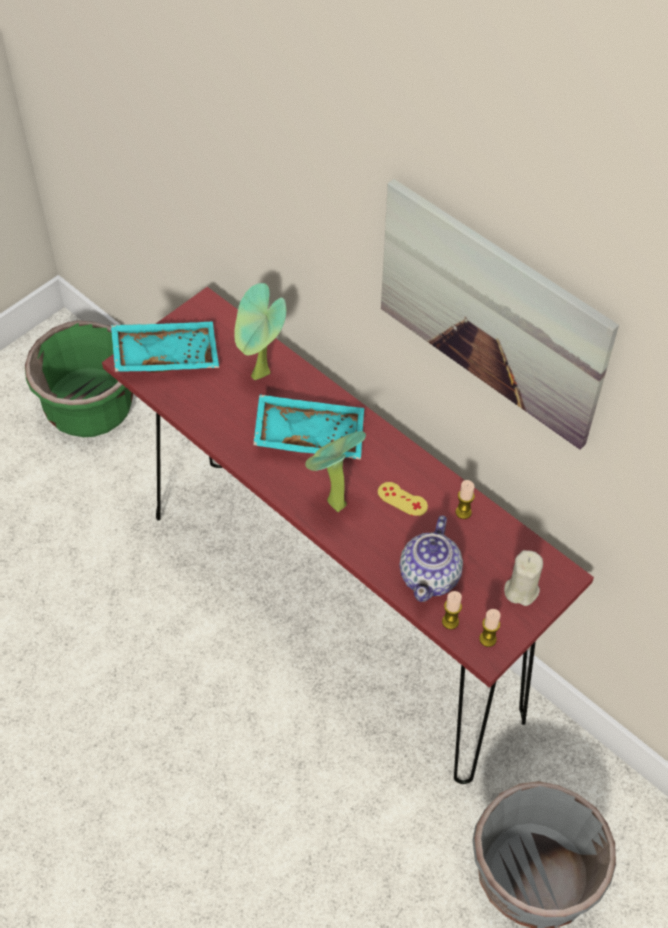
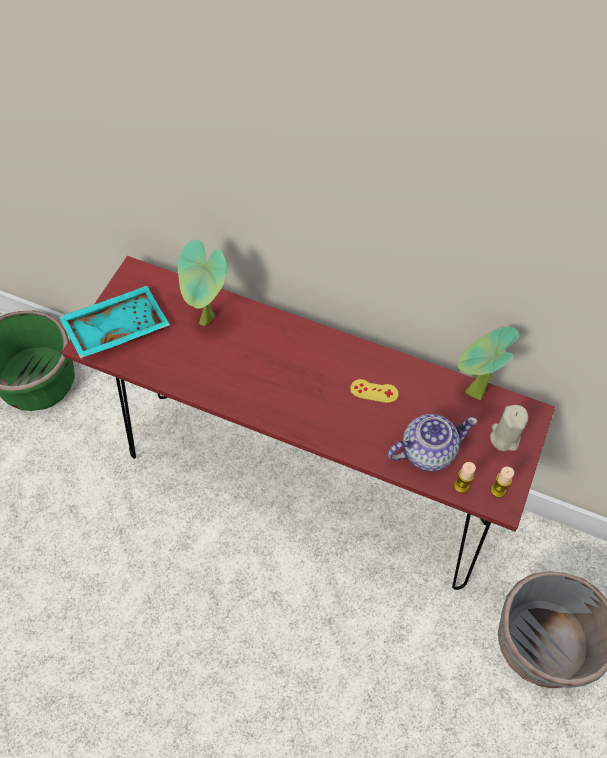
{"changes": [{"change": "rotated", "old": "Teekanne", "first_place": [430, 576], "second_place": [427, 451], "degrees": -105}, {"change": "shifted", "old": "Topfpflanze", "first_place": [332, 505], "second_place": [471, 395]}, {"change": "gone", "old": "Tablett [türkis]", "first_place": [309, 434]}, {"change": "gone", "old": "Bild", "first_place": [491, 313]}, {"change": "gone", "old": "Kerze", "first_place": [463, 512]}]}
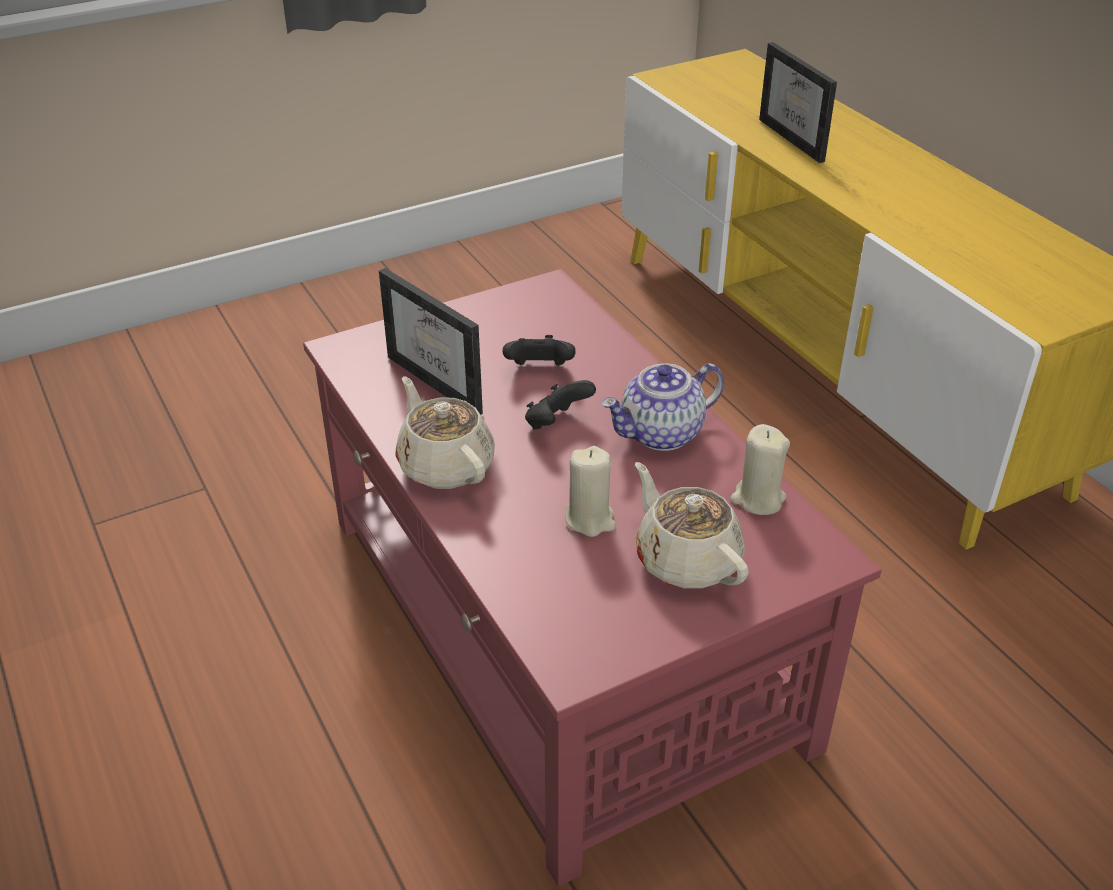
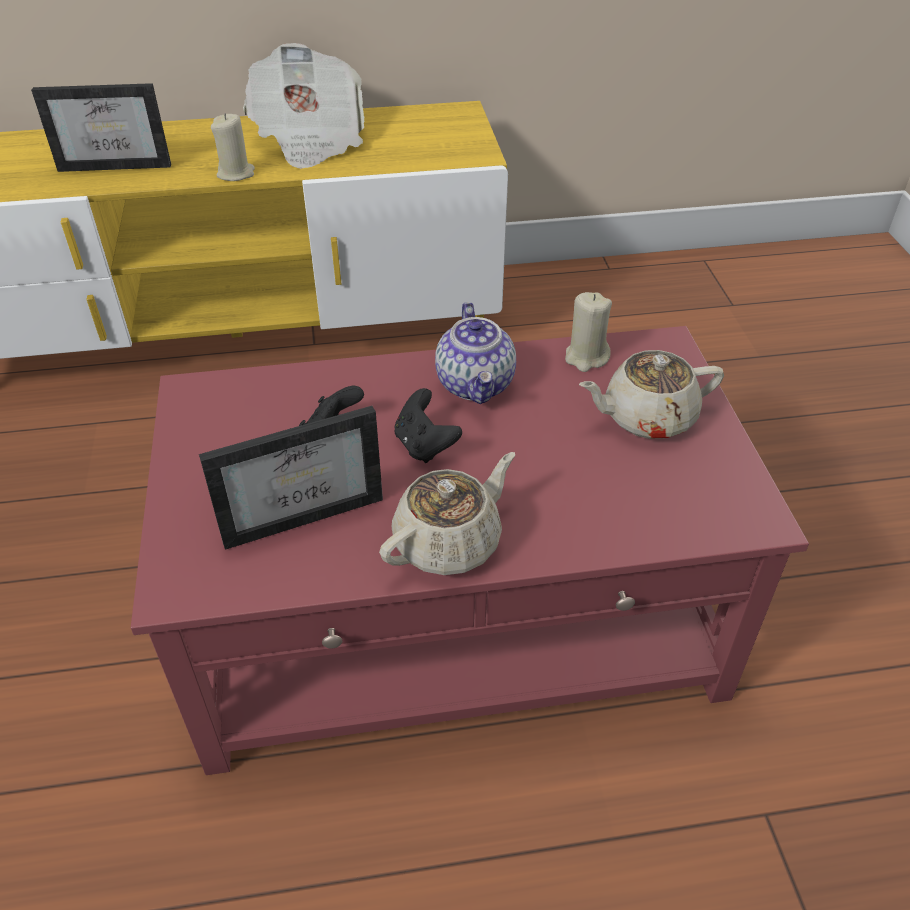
{"changes": [{"change": "shifted", "old": "Kerze [beige]", "first_place": [590, 519], "second_place": [236, 173]}, {"change": "new", "new": "Zeitung", "second_place": [309, 139]}, {"change": "rotated", "old": "Teekanne [beige]", "first_place": [445, 465], "second_place": [449, 542], "degrees": 150}]}
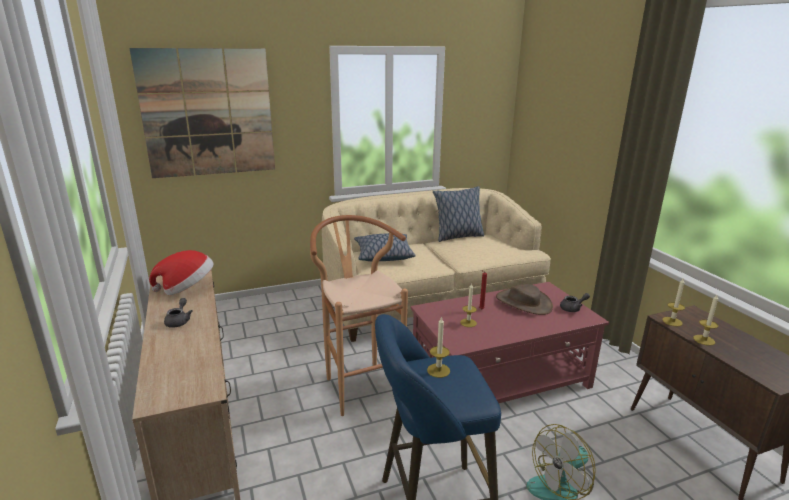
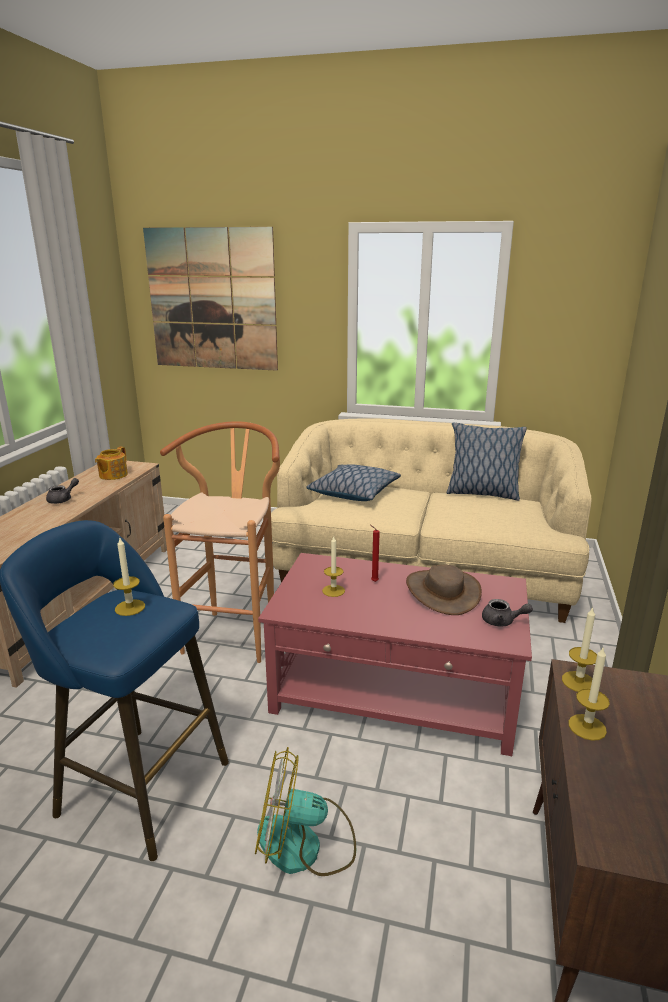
{"changes": [{"change": "swapped", "old": "Hut", "new": "Teekanne", "first_place": [187, 289], "second_place": [112, 475]}]}
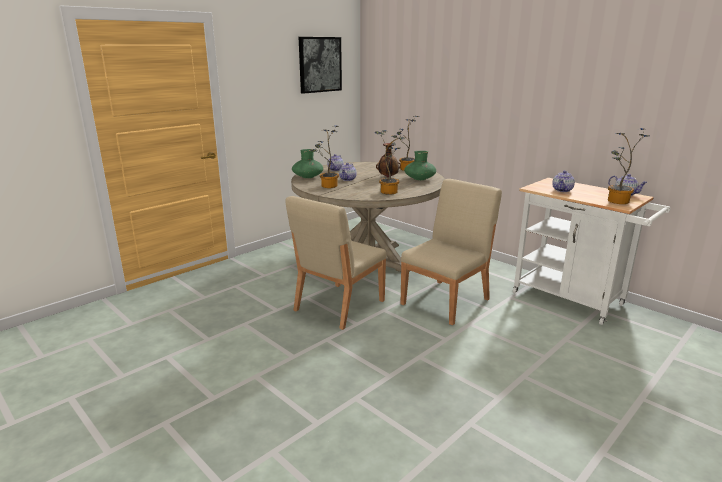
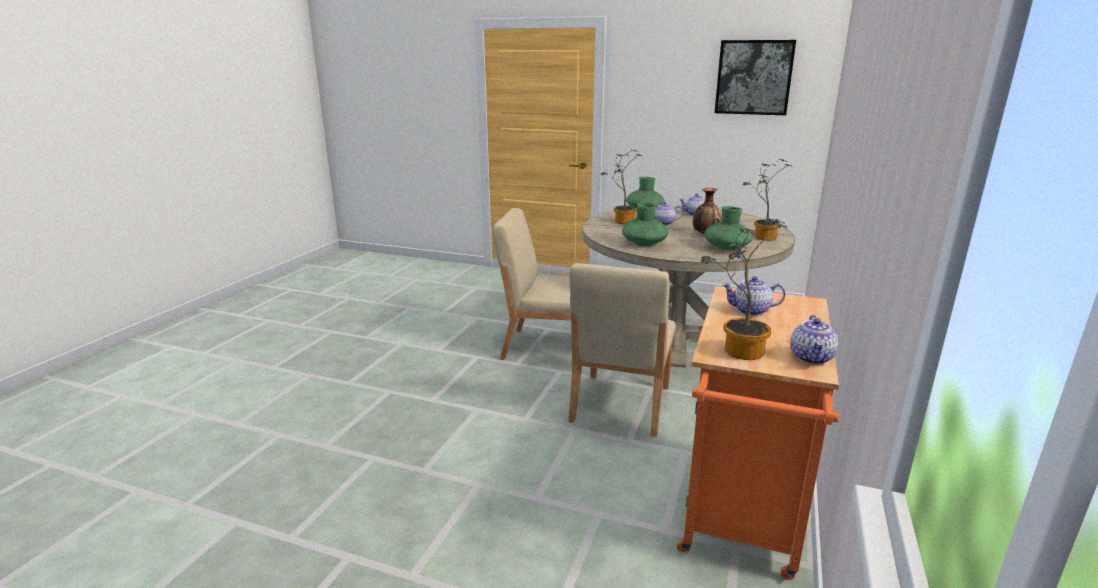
{"changes": [{"change": "rotated", "old": "Stuhl [beige]", "first_place": [446, 301], "second_place": [619, 404], "degrees": 90}, {"change": "swapped", "old": "Topfpflanze", "new": "Vase [grün]", "first_place": [389, 191], "second_place": [644, 243]}, {"change": "repainted", "old": "Rollwagen [weiß]", "new": "Rollwagen [orange]", "first_place": [574, 301], "second_place": [741, 517]}]}
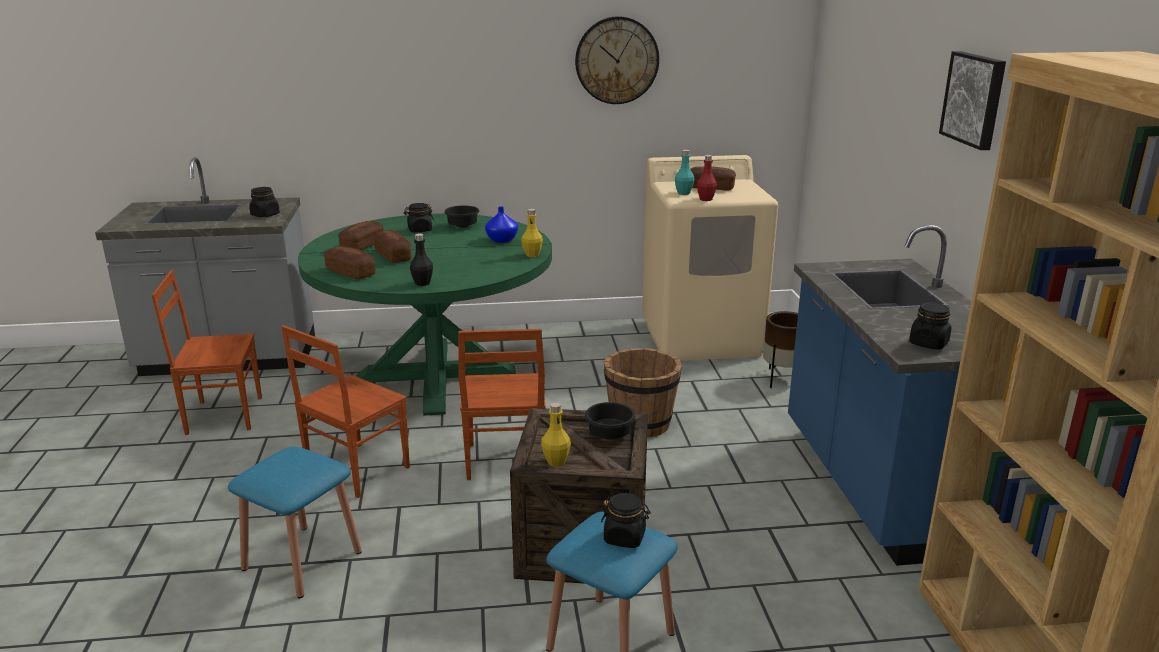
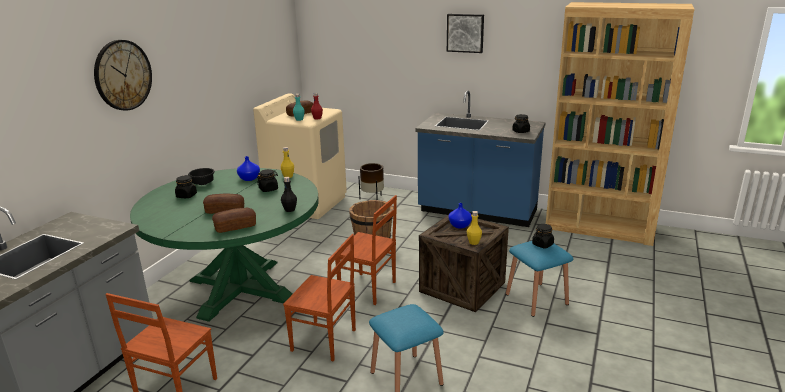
{"changes": [{"change": "shifted", "old": "Wanduhr", "first_place": [617, 60], "second_place": [123, 75]}, {"change": "shifted", "old": "Vorratsglas [schwarz]", "first_place": [265, 215], "second_place": [268, 189]}, {"change": "rotated", "old": "Stuhl [braun]", "first_place": [356, 470], "second_place": [324, 341], "degrees": -45}, {"change": "swapped", "old": "Schüssel [schwarz]", "new": "Vase [blau]", "first_place": [608, 435], "second_place": [460, 226]}, {"change": "gone", "old": "Brot", "first_place": [362, 246]}]}
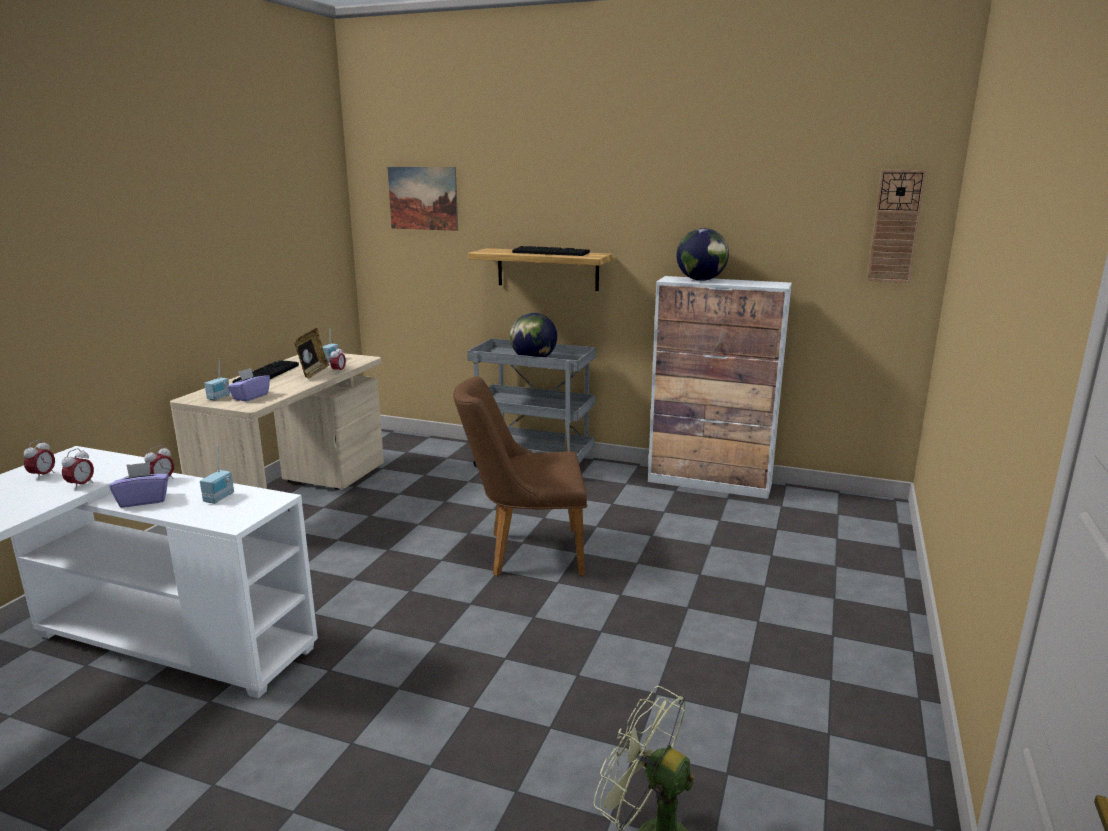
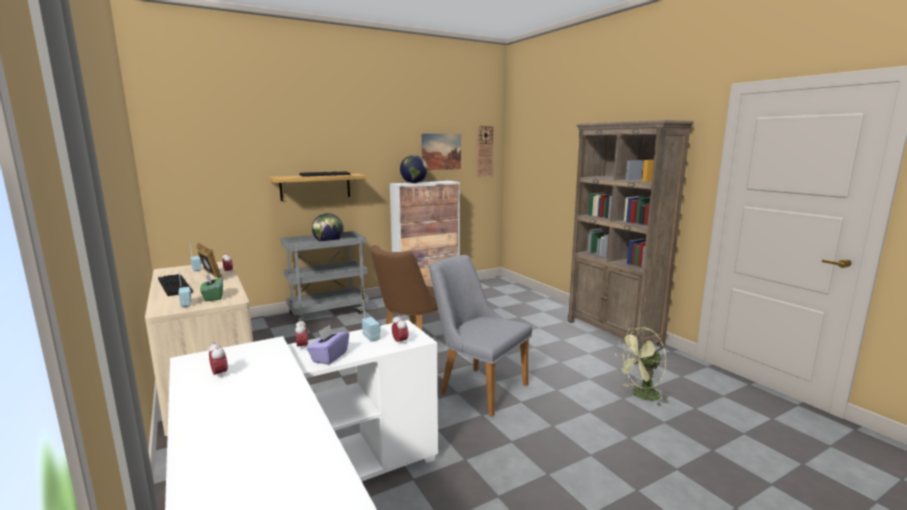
{"changes": [{"change": "repainted", "old": "Taschentuchbox [lila]", "new": "Taschentuchbox [grün]", "first_place": [250, 397], "second_place": [213, 297]}, {"change": "shifted", "old": "Wecker", "first_place": [81, 485], "second_place": [400, 342]}, {"change": "shifted", "old": "Bild", "first_place": [423, 198], "second_place": [441, 151]}, {"change": "new", "new": "Stuhl [grau]", "second_place": [476, 386]}, {"change": "new", "new": "Bücherregal [braun]", "second_place": [613, 333]}]}
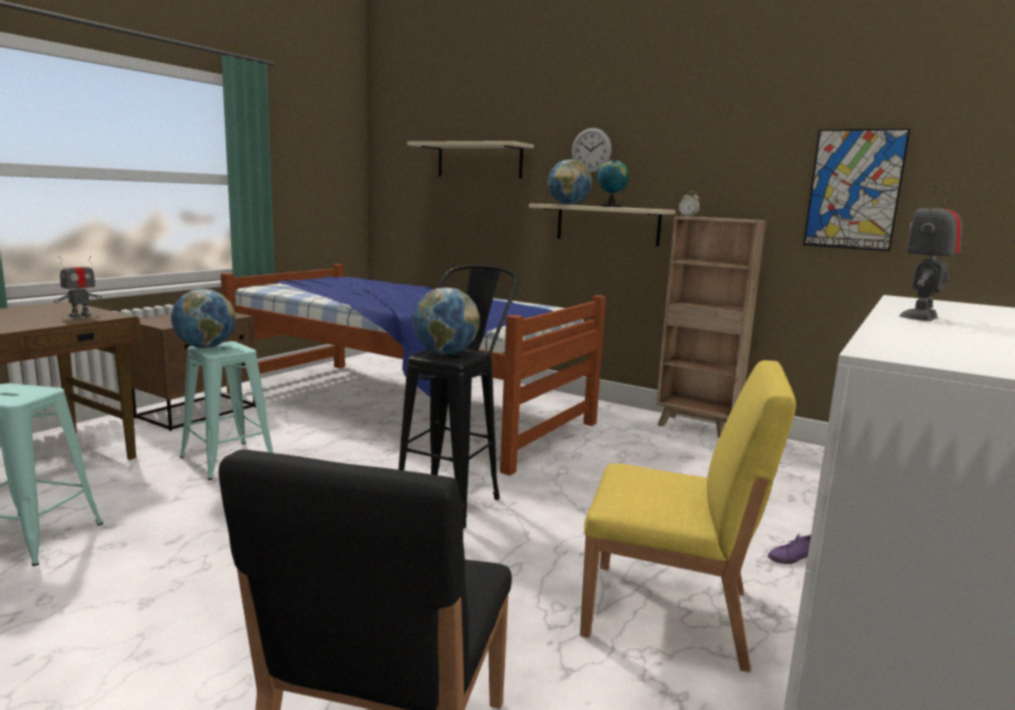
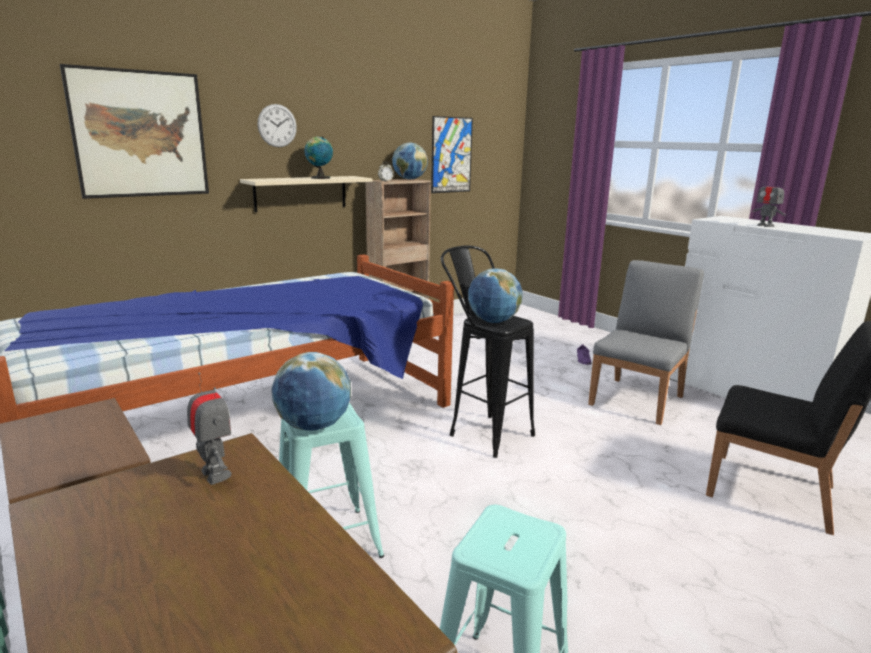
{"changes": [{"change": "swapped", "old": "Wandregal [beige]", "new": "Bild", "first_place": [479, 161], "second_place": [140, 134]}, {"change": "shifted", "old": "Globus", "first_place": [568, 204], "second_place": [409, 179]}, {"change": "repainted", "old": "Stuhl [gelb]", "new": "Stuhl [grau]", "first_place": [669, 613], "second_place": [637, 400]}]}
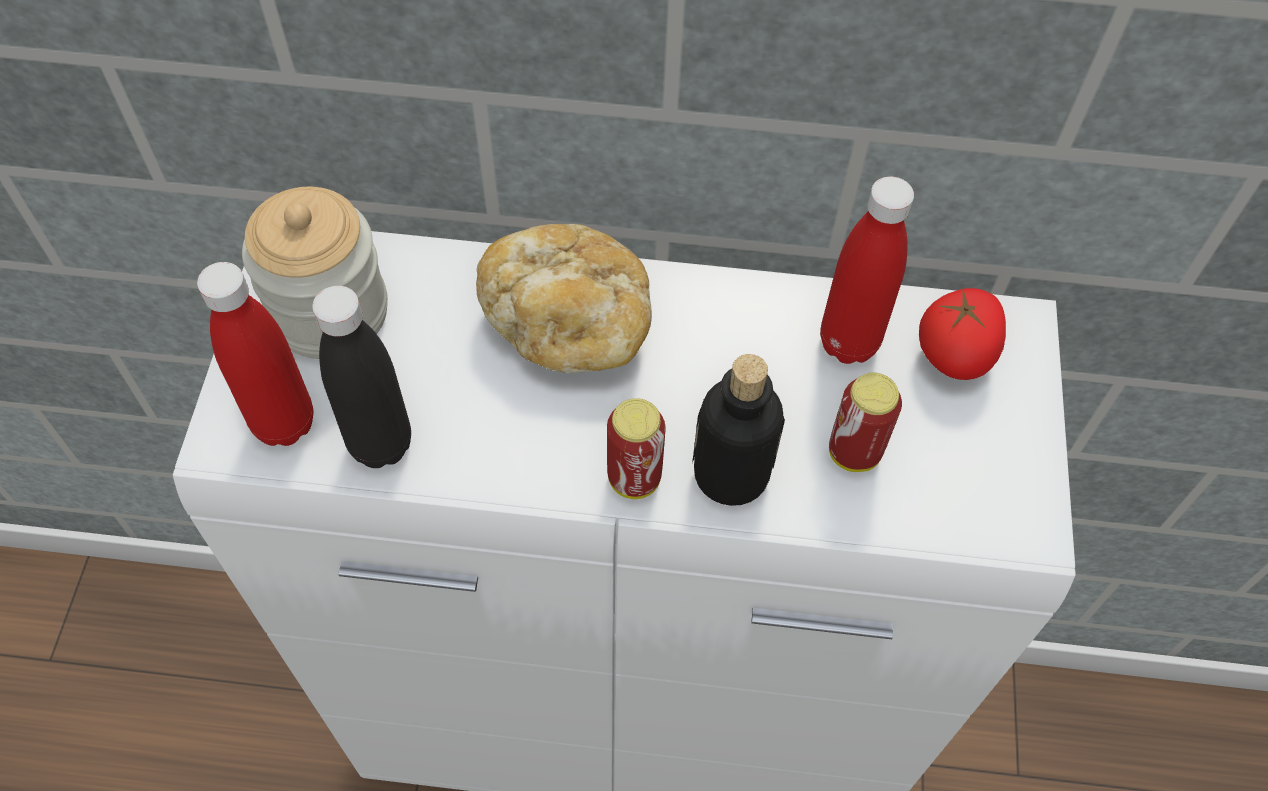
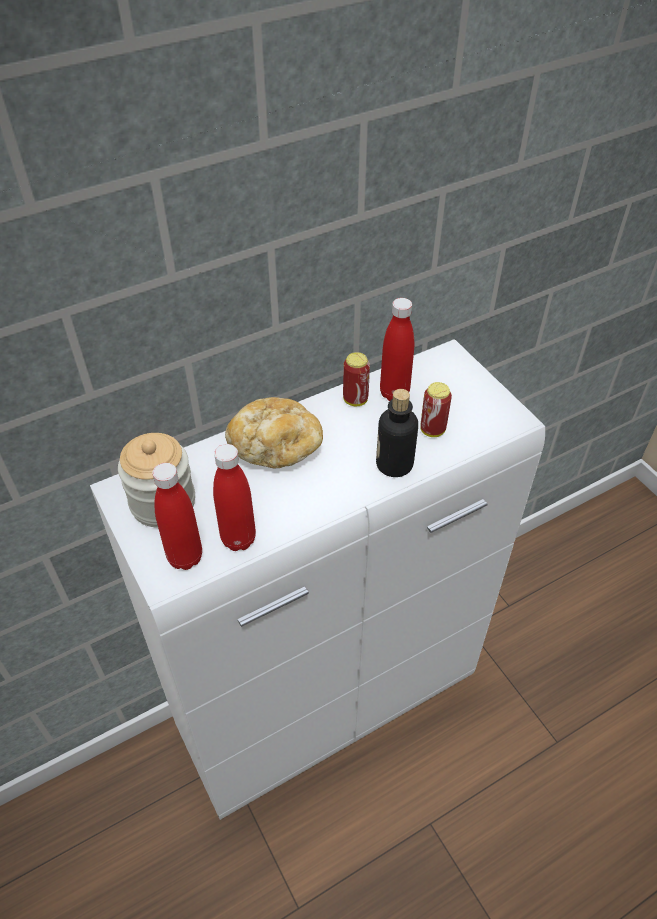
{"changes": [{"change": "repainted", "old": "Flasche [schwarz]", "new": "Flasche [rot]", "first_place": [380, 444], "second_place": [238, 539]}, {"change": "shifted", "old": "Dose", "first_place": [634, 478], "second_place": [355, 400]}, {"change": "gone", "old": "Tomate", "first_place": [955, 354]}]}
